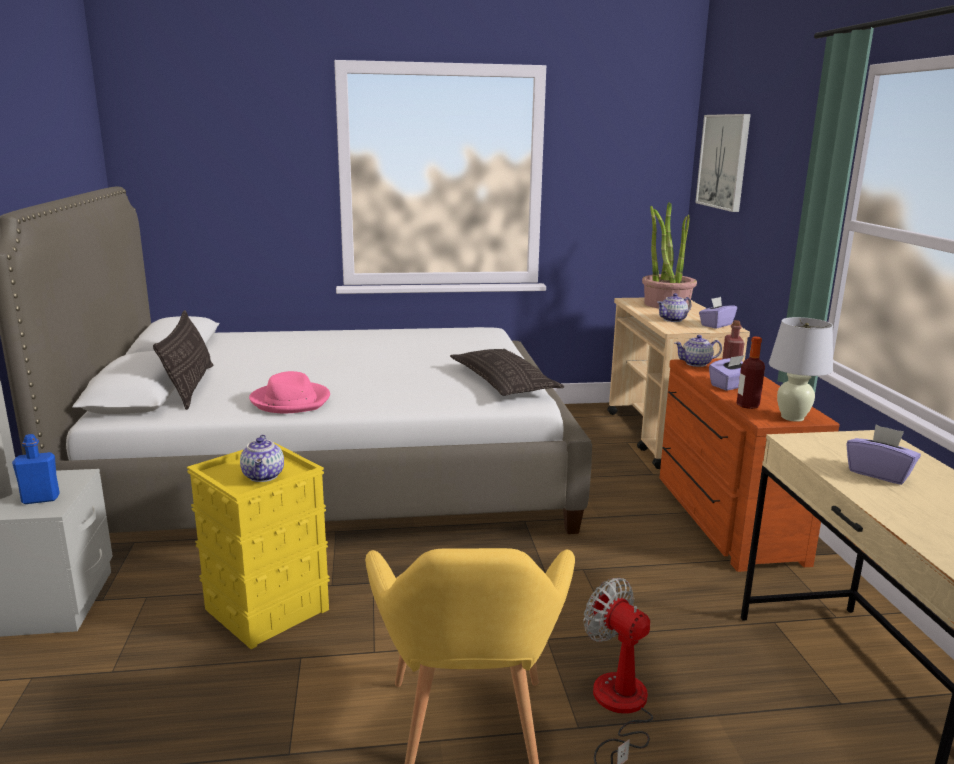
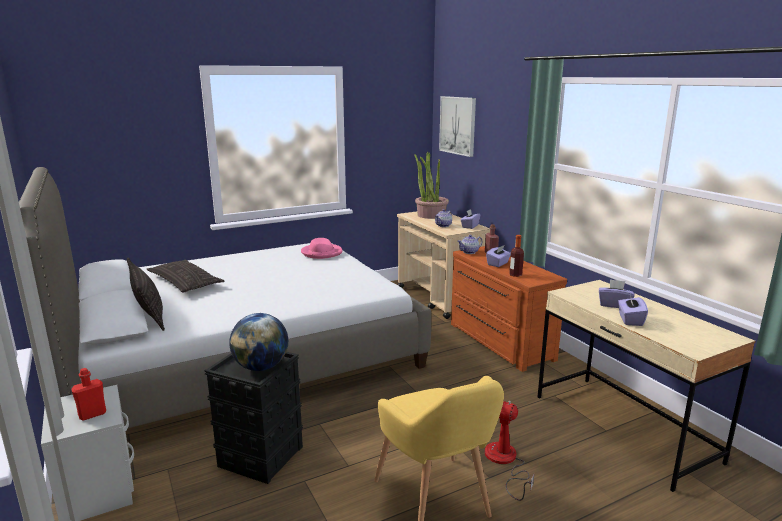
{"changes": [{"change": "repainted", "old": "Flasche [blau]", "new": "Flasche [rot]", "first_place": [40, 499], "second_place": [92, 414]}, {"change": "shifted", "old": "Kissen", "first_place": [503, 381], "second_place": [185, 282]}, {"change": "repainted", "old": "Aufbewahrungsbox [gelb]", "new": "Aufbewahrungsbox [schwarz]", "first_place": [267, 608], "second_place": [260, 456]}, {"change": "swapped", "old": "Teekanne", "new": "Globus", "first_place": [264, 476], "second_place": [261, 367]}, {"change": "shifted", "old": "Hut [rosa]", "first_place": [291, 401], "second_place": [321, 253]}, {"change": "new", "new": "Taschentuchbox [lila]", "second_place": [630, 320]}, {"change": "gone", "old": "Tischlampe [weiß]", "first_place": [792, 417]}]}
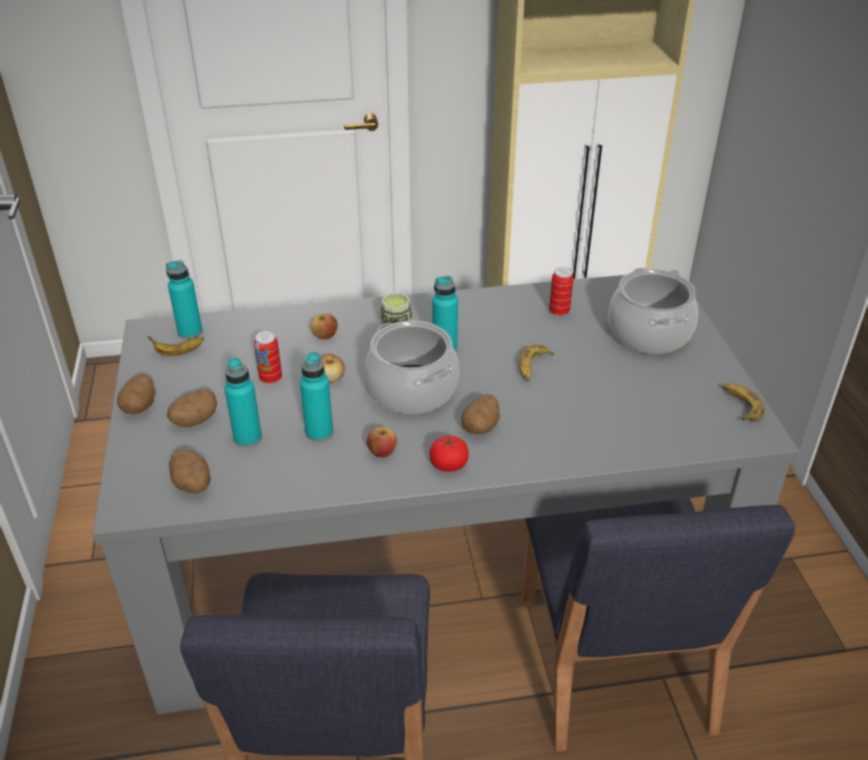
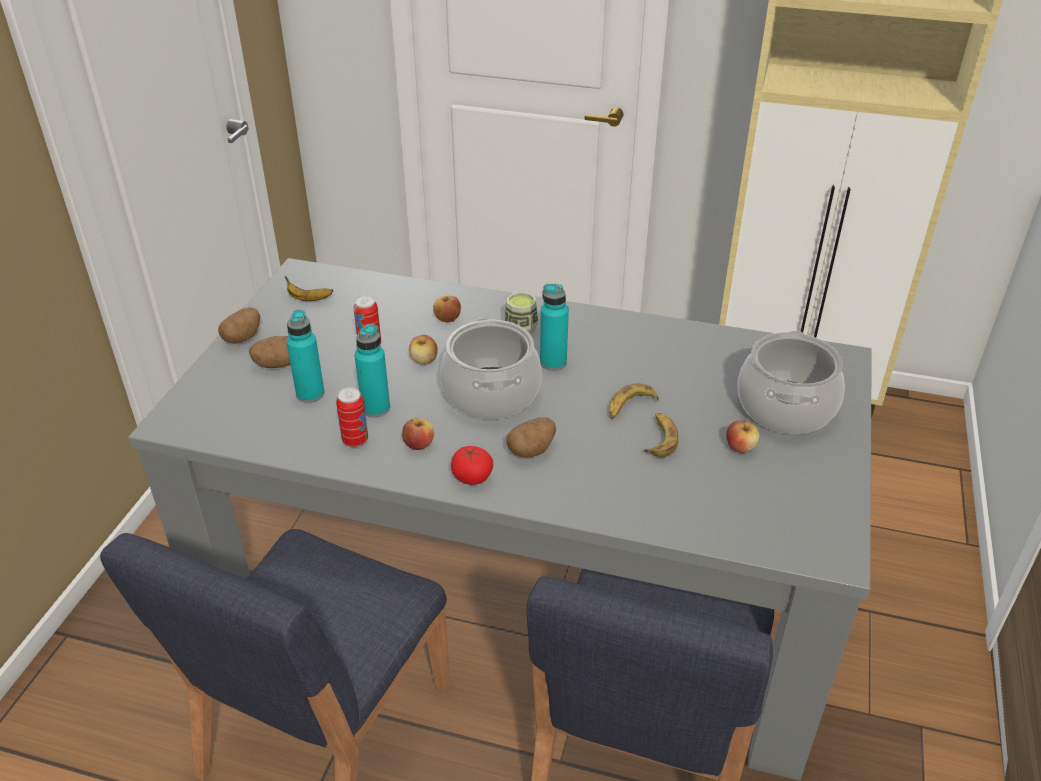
{"changes": [{"change": "shifted", "old": "Dose", "first_place": [559, 312], "second_place": [355, 440]}, {"change": "shifted", "old": "Banane", "first_place": [740, 405], "second_place": [660, 439]}, {"change": "new", "new": "Apfel", "second_place": [740, 447]}, {"change": "gone", "old": "Flasche [türkis]", "first_place": [190, 332]}, {"change": "gone", "old": "Kartoffel", "first_place": [193, 485]}]}
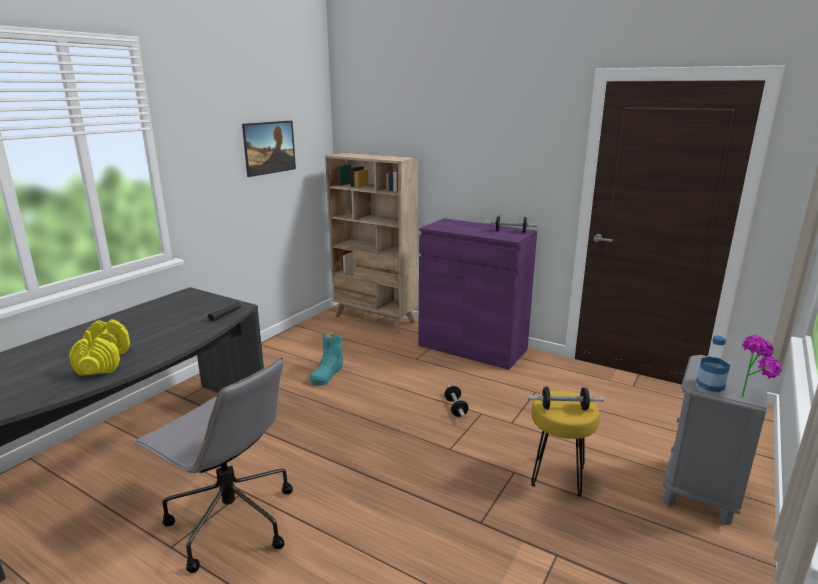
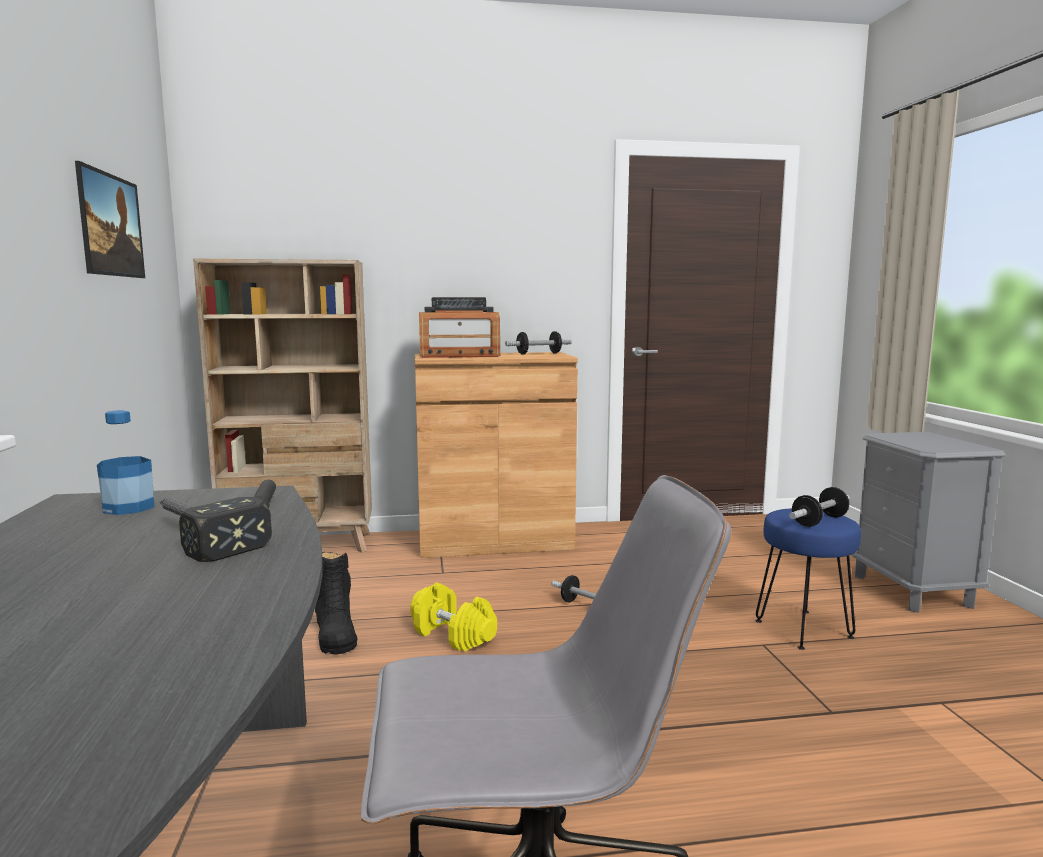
{"changes": [{"change": "shifted", "old": "Flasche", "first_place": [710, 385], "second_place": [129, 507]}, {"change": "new", "new": "Hammer", "second_place": [199, 536]}, {"change": "repainted", "old": "Stiefel [türkis]", "new": "Stiefel [schwarz]", "first_place": [327, 374], "second_place": [335, 633]}, {"change": "shifted", "old": "Hantel [gelb]", "first_place": [103, 362], "second_place": [452, 635]}, {"change": "repainted", "old": "Schrank [lila]", "new": "Schrank [braun]", "first_place": [472, 347], "second_place": [494, 541]}, {"change": "new", "new": "Radio", "second_place": [459, 355]}, {"change": "repainted", "old": "Hocker [gelb]", "new": "Hocker [blau]", "first_place": [558, 476], "second_place": [804, 629]}, {"change": "gone", "old": "Topfpflanze", "first_place": [751, 397]}]}
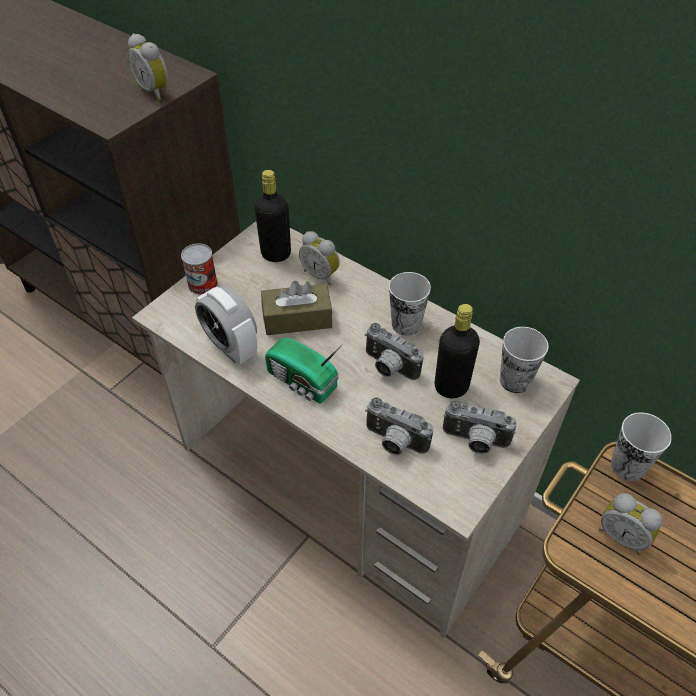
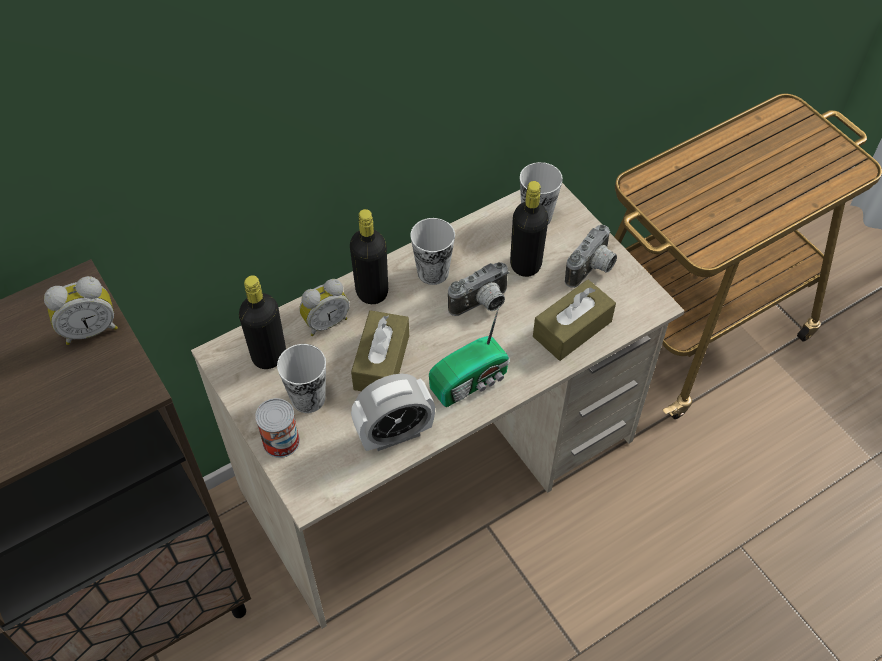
{"changes": [{"change": "shifted", "old": "Tasse", "first_place": [627, 466], "second_place": [308, 398]}, {"change": "new", "new": "Flasche [schwarz]", "second_place": [372, 292]}, {"change": "swapped", "old": "Kamera", "new": "Taschentuchbox [braun]", "first_place": [394, 442], "second_place": [572, 329]}, {"change": "gone", "old": "Wecker", "first_place": [622, 535]}]}
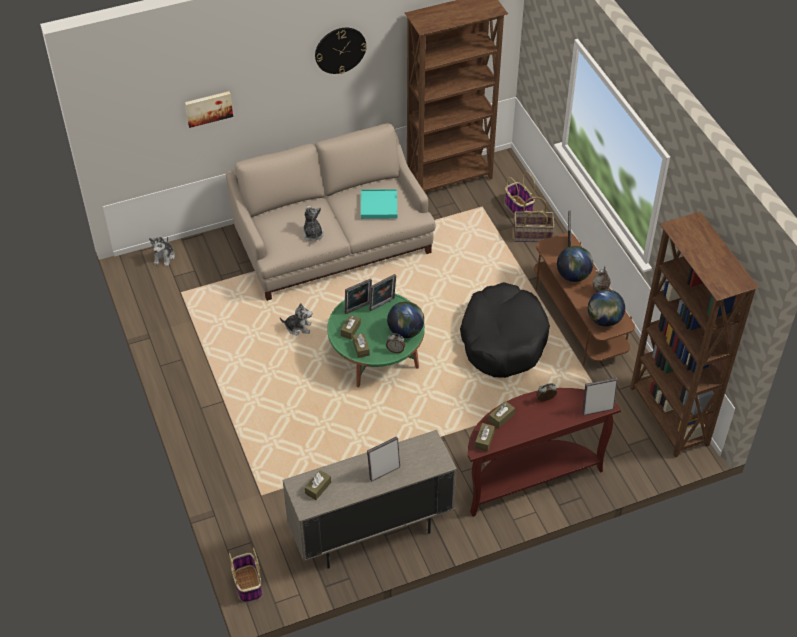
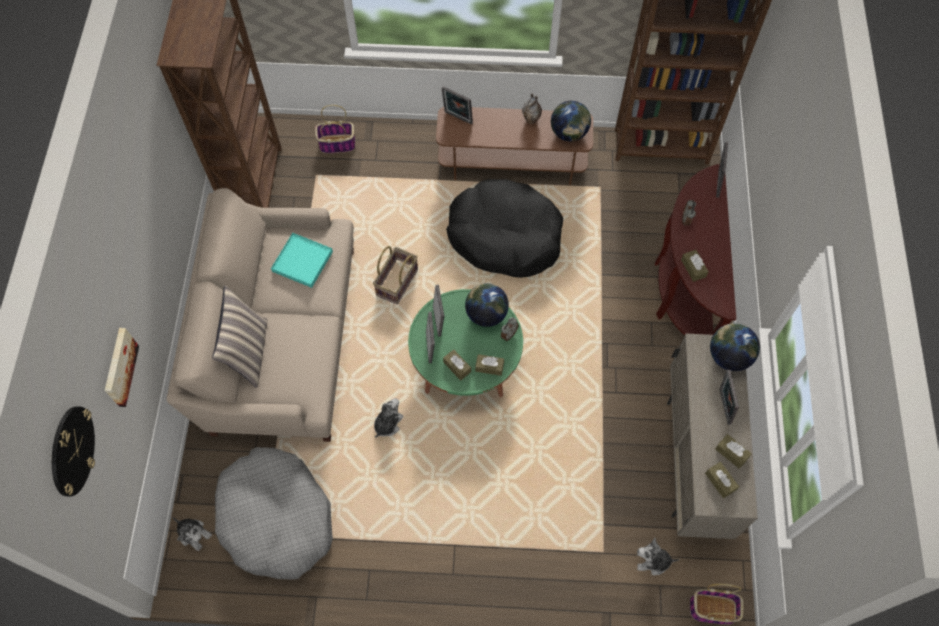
{"changes": [{"change": "shifted", "old": "Wanduhr", "first_place": [340, 50], "second_place": [72, 451]}, {"change": "new", "new": "Kissen", "second_place": [249, 351]}, {"change": "new", "new": "Hundebett [grau]", "second_place": [276, 518]}, {"change": "shifted", "old": "Korb", "first_place": [532, 235], "second_place": [397, 283]}, {"change": "shifted", "old": "Plüschtier", "first_place": [312, 234], "second_place": [653, 561]}, {"change": "shifted", "old": "Globus", "first_place": [573, 275], "second_place": [728, 356]}, {"change": "shifted", "old": "Taschentuchbox [braun]", "first_place": [484, 440], "second_place": [731, 453]}]}
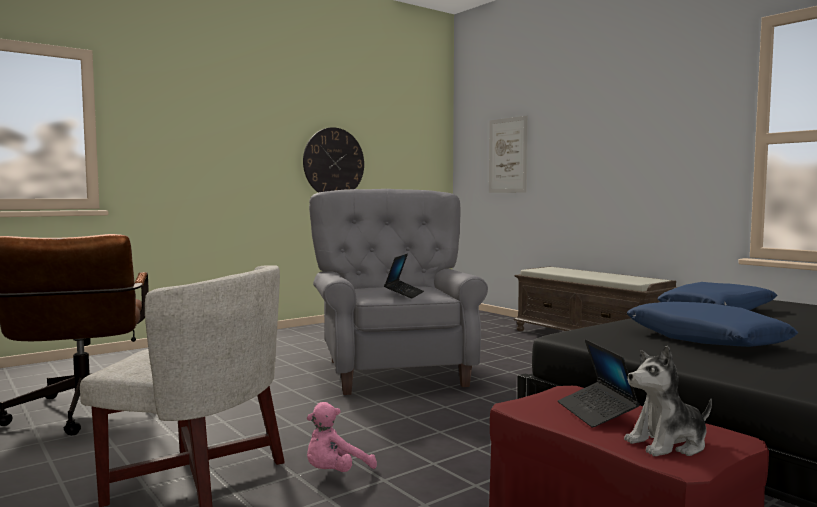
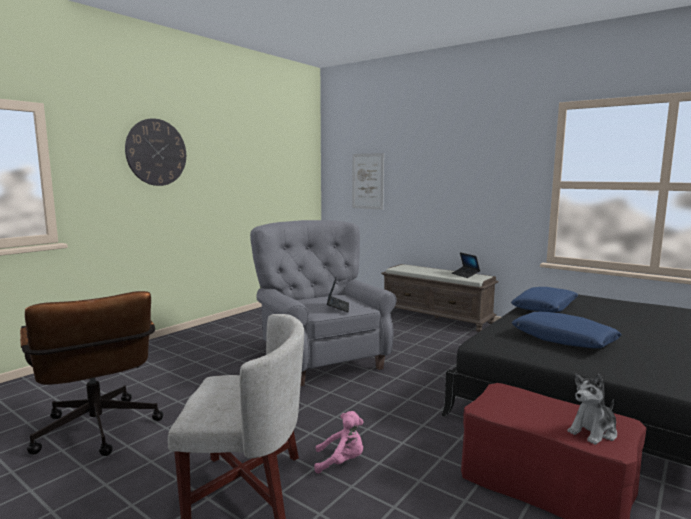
{"changes": [{"change": "shifted", "old": "Wanduhr", "first_place": [334, 163], "second_place": [156, 152]}, {"change": "rotated", "old": "Plüschtier [rosa]", "first_place": [335, 473], "second_place": [341, 462], "degrees": -120}, {"change": "shifted", "old": "Laptop", "first_place": [596, 412], "second_place": [465, 275]}]}
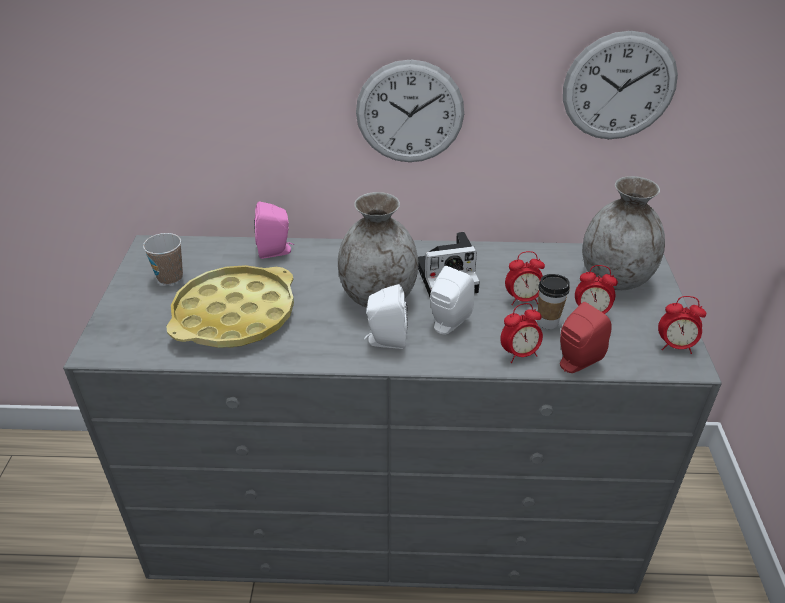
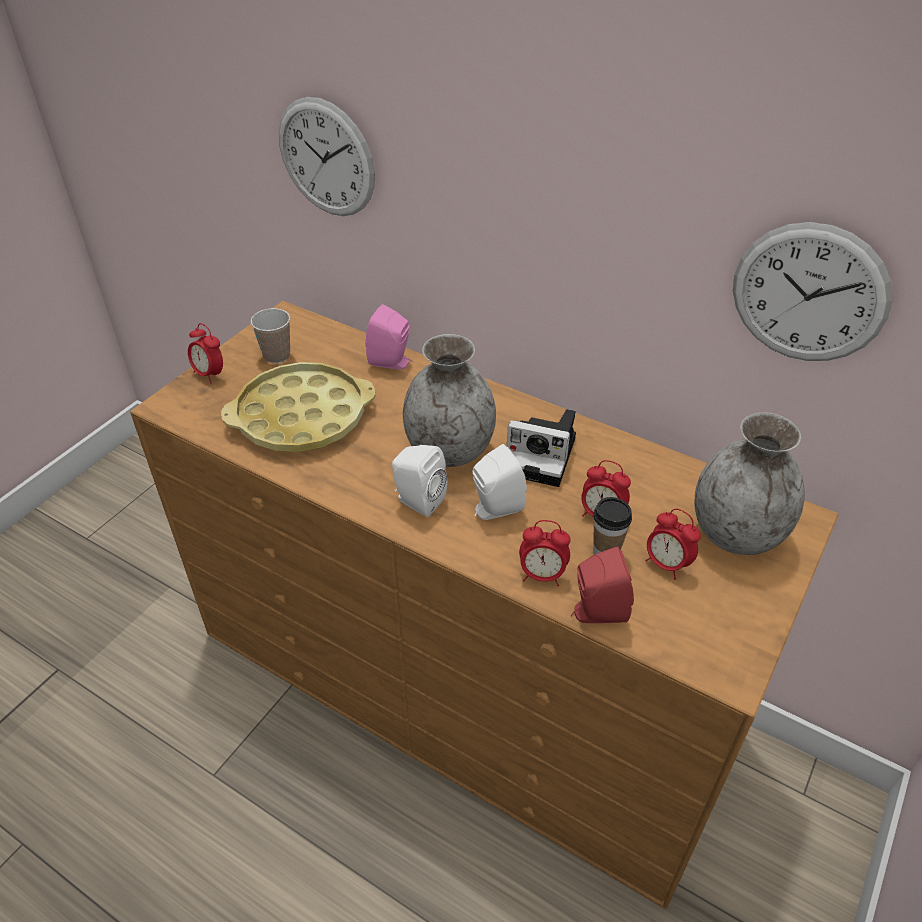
{"changes": [{"change": "repainted", "old": "Kommode [grau]", "new": "Kommode [braun]", "first_place": [393, 510], "second_place": [462, 681]}, {"change": "shifted", "old": "Wecker", "first_place": [675, 346], "second_place": [209, 374]}, {"change": "shifted", "old": "Wanduhr", "first_place": [410, 112], "second_place": [326, 158]}]}
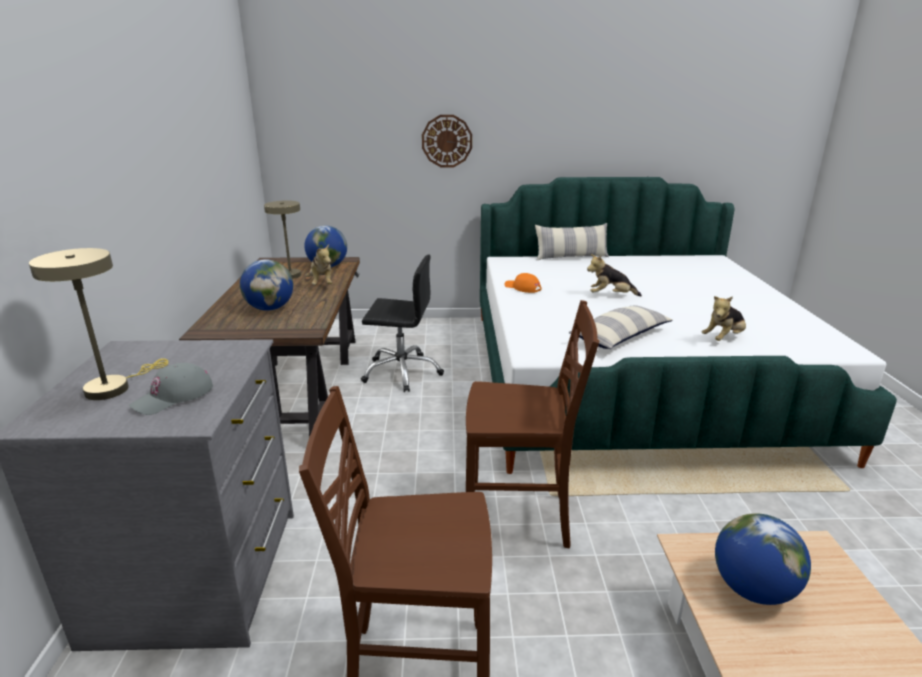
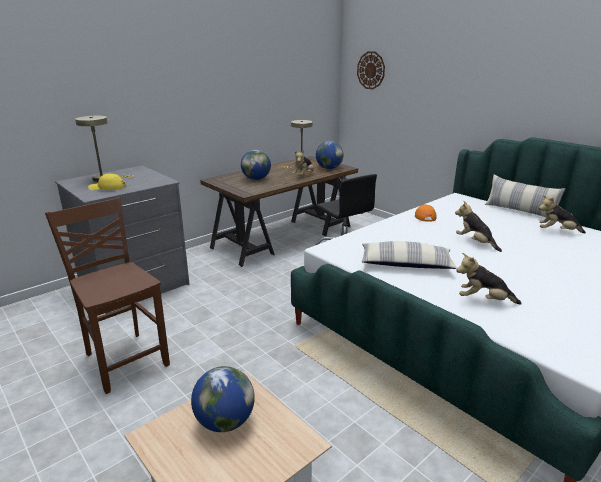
{"changes": [{"change": "repainted", "old": "Kappe [grau]", "new": "Kappe [gelb]", "first_place": [173, 397], "second_place": [107, 187]}, {"change": "shifted", "old": "Wanduhr", "first_place": [447, 141], "second_place": [371, 70]}, {"change": "new", "new": "Plüschtier", "second_place": [557, 231]}, {"change": "gone", "old": "Stuhl [braun]", "first_place": [519, 518]}]}
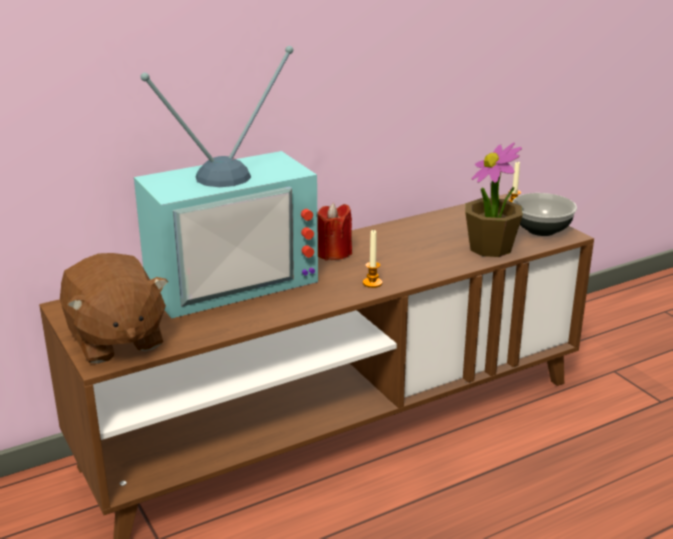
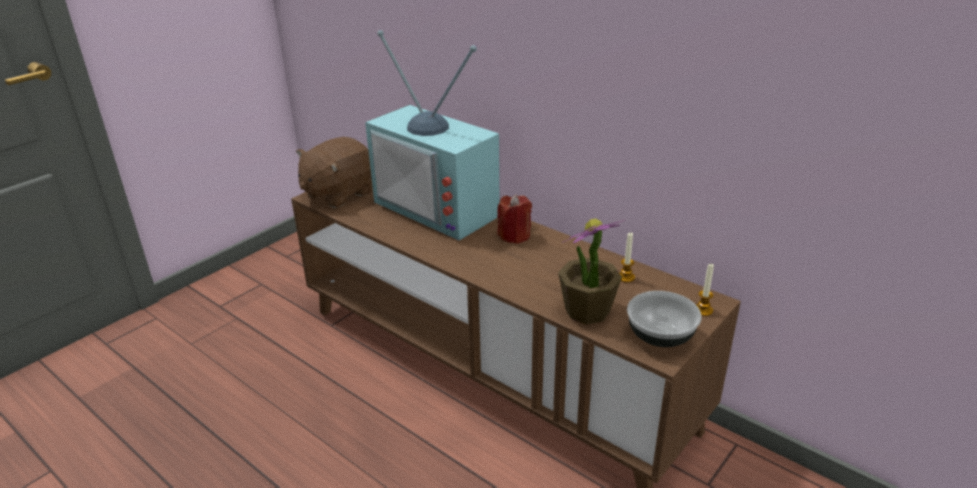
{"changes": [{"change": "shifted", "old": "Kerze", "first_place": [372, 283], "second_place": [626, 277]}]}
